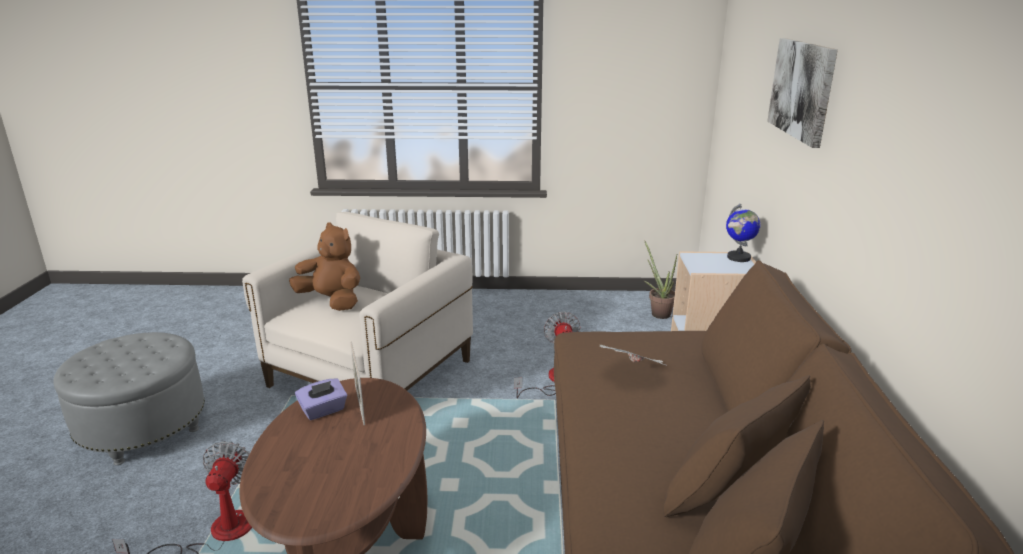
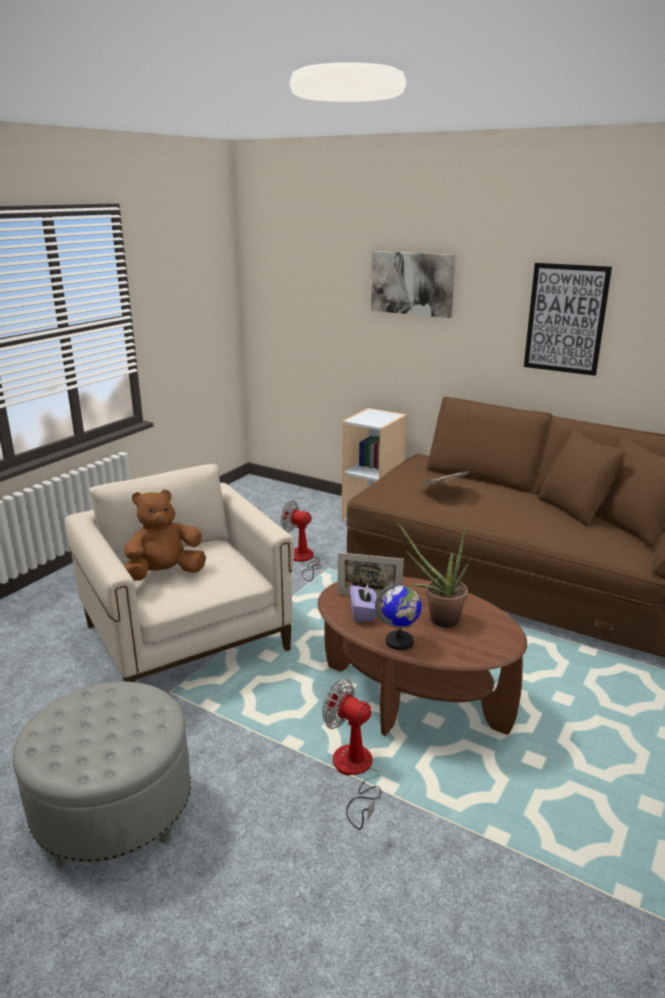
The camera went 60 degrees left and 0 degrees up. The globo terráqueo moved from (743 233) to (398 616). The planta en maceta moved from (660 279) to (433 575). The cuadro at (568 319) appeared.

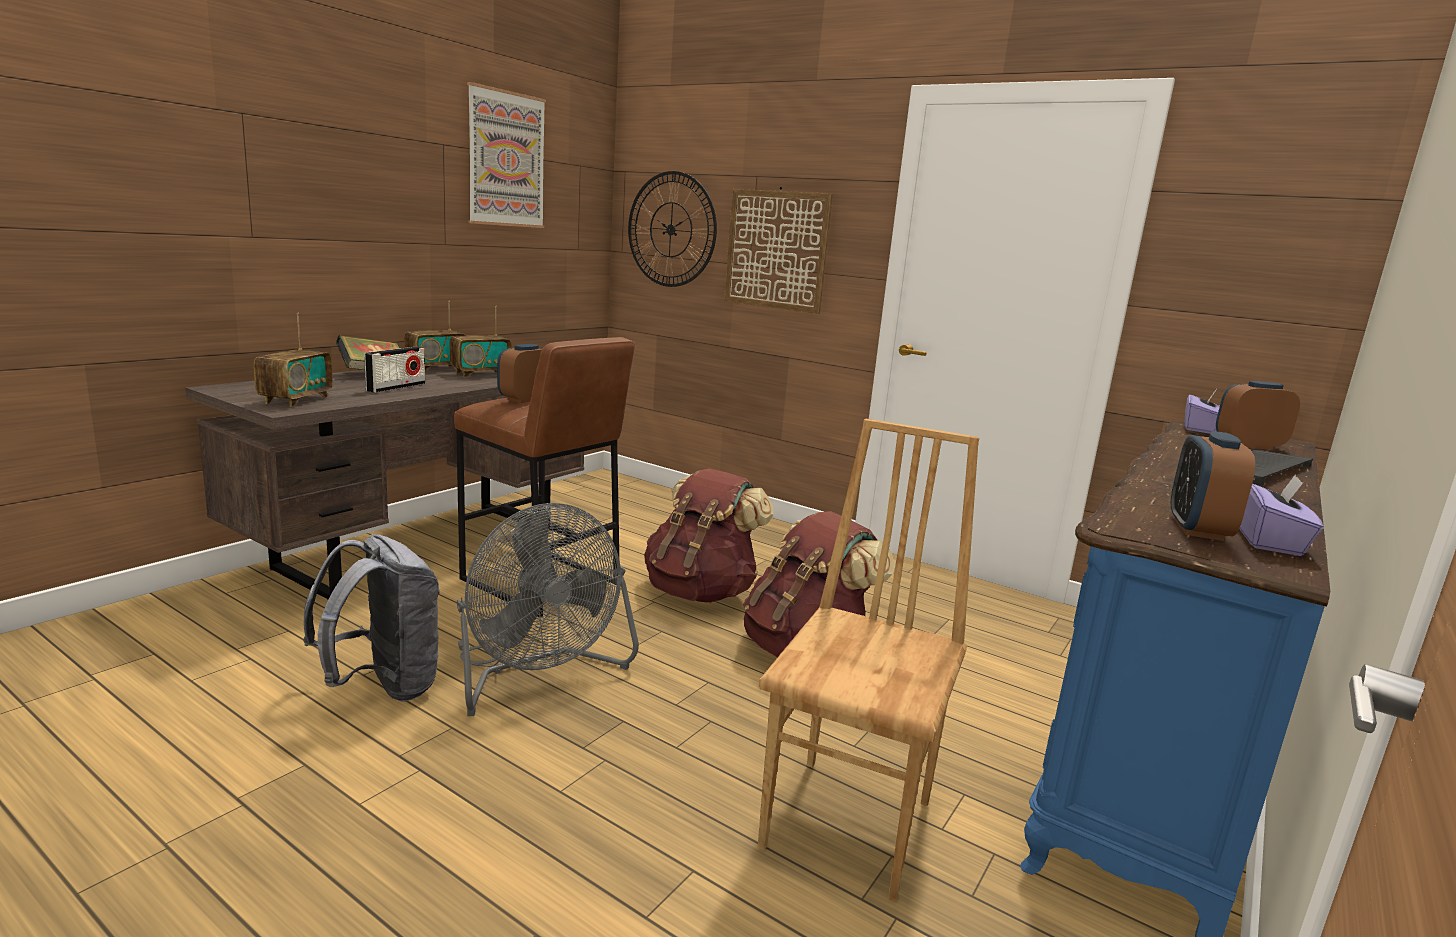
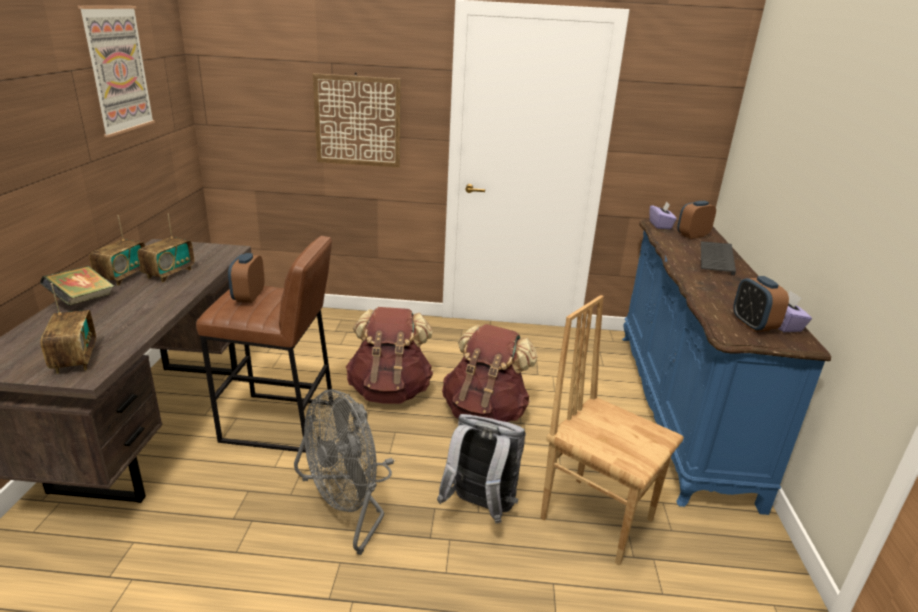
The camera went 30 degrees left and 10 degrees up. The ventilador (gris) at (548 609) turned 120 degrees clockwise. The mochila (gris) moved from (371 618) to (481 469). The silla (marrón) at (868 660) turned 45 degrees counterclockwise. The radio at (394 370) disappeared. The reloj de pared at (672 229) disappeared.

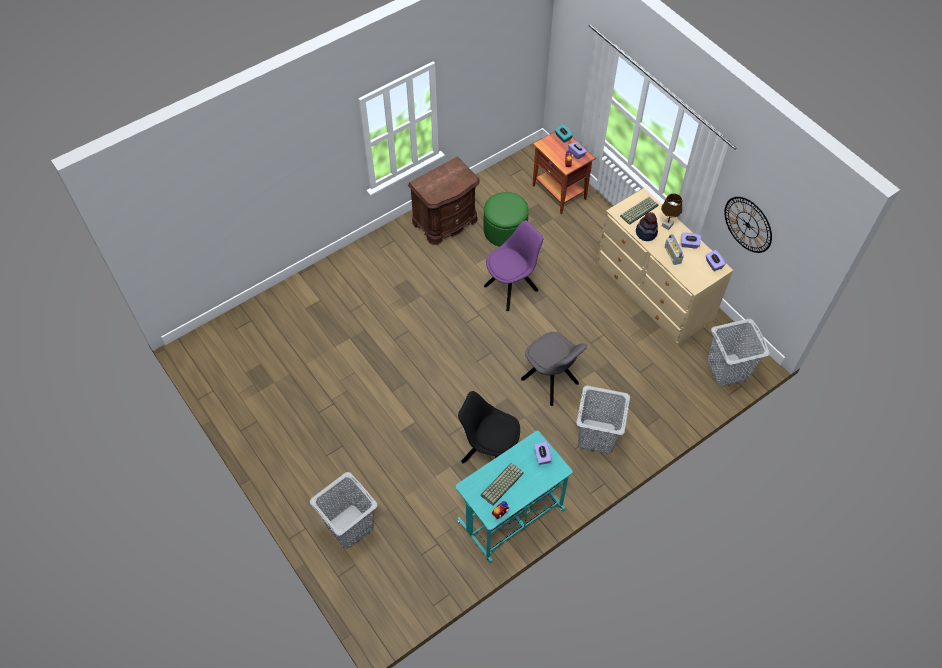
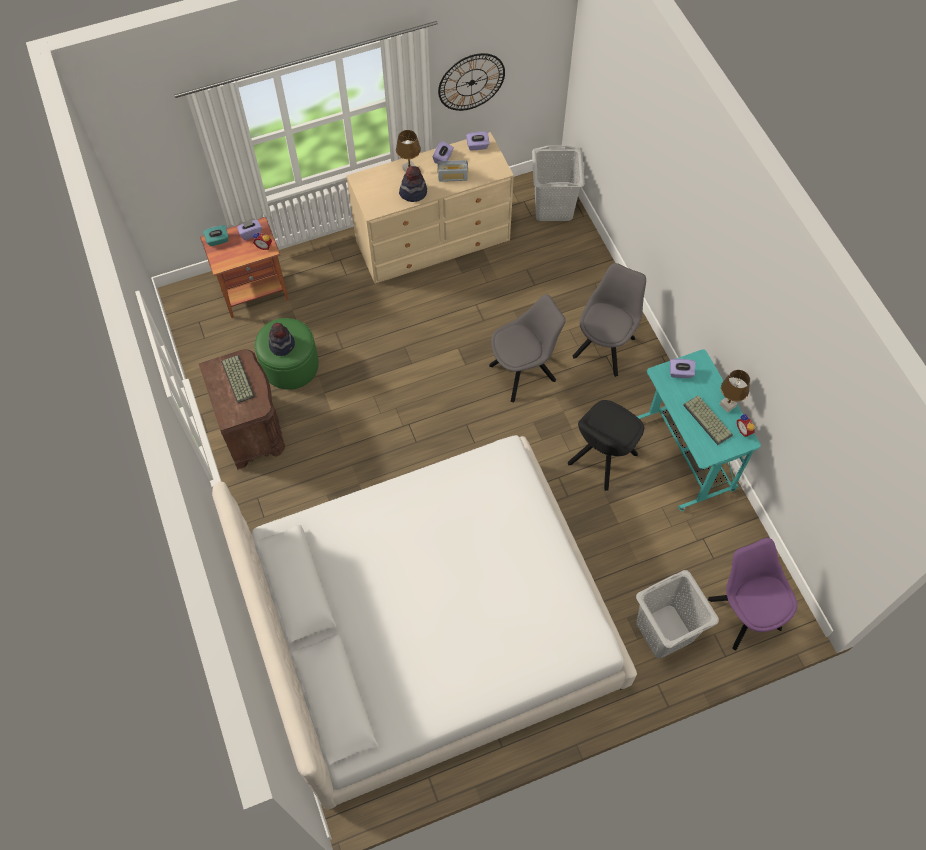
The camera went 75 degrees left and 5 degrees up. The cama (blanco) at (424 622) appeared. The teclado moved from (639 211) to (238 379). The sombrero at (282 339) appeared. The cesto de la ropa (gris) at (603 420) was replaced by the silla (gris) at (609 320). The silla (morado) moved from (513 265) to (752 594). The lámpara de mesa (marrón) at (734 391) appeared.

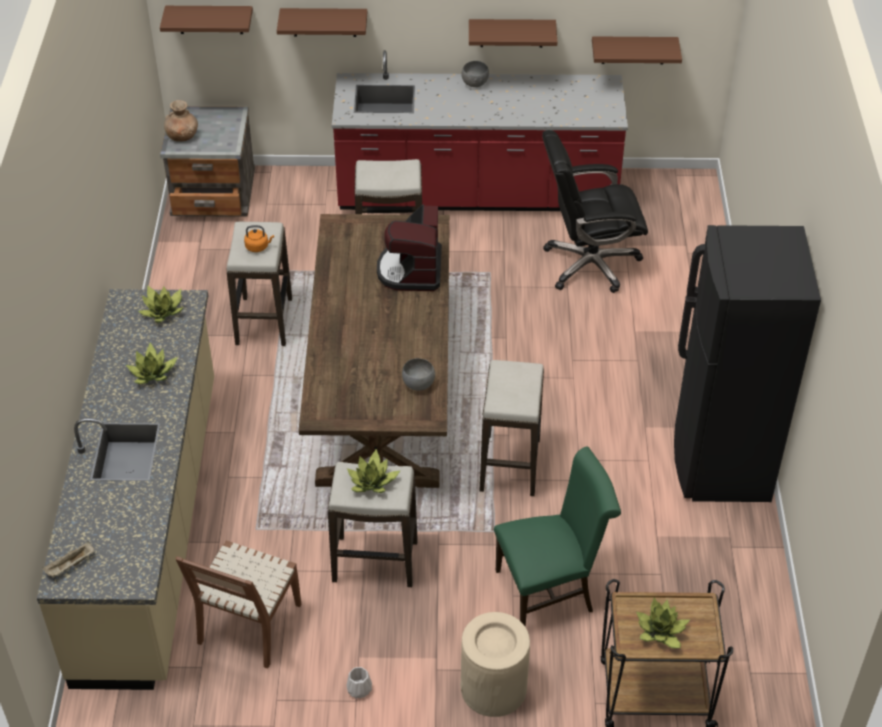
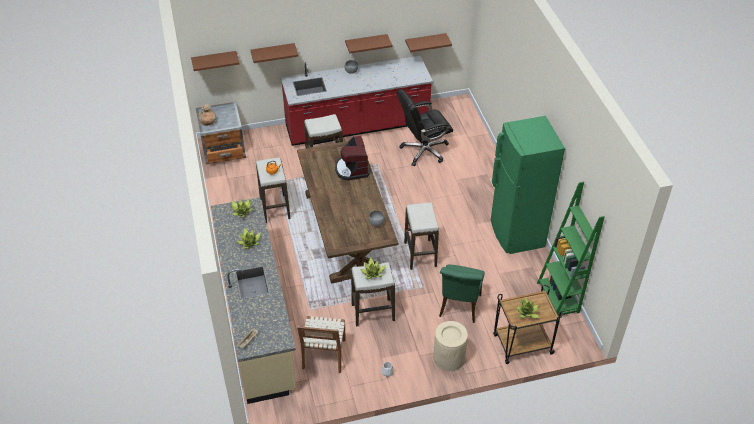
The camera went 15 degrees left and 0 degrees up. The silla (verde) at (557 537) turned 135 degrees clockwise. The nevera (negro) at (747 363) became the nevera (verde) at (528 185). The estantería (verde) at (571 249) appeared.

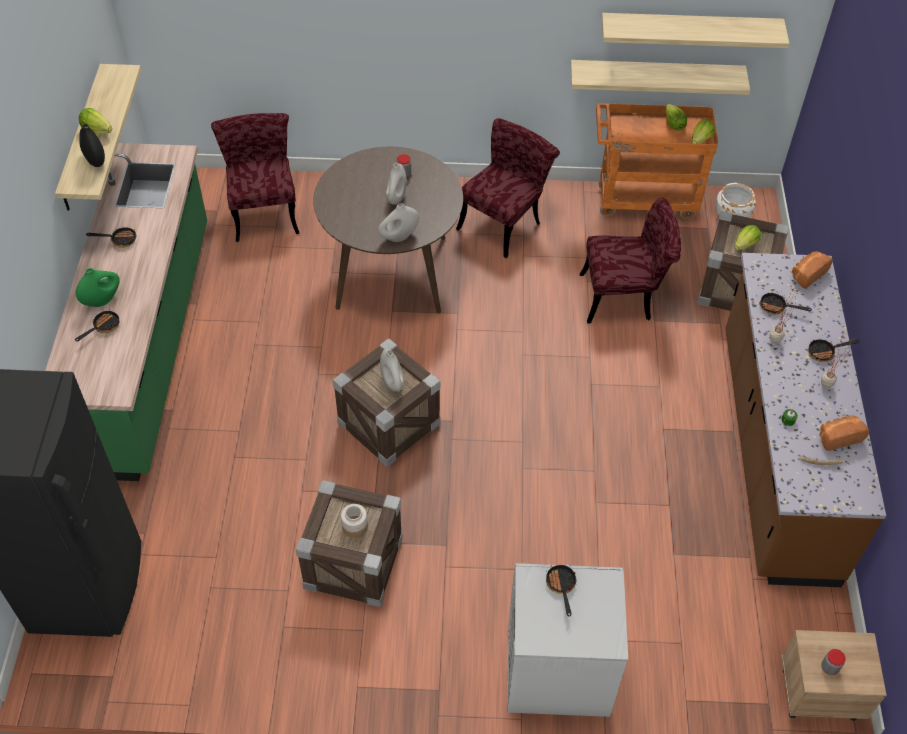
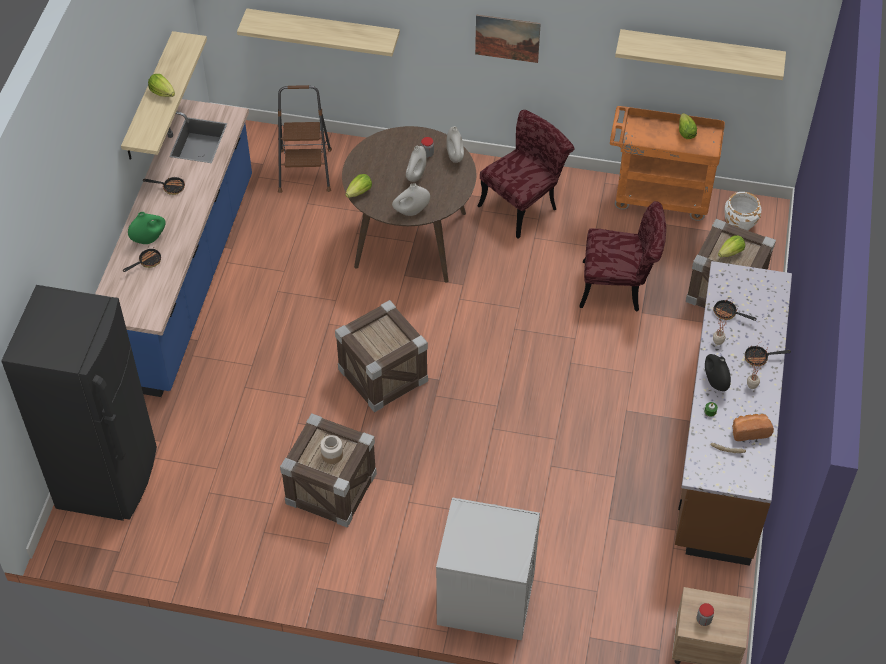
The camera went 10 degrees right and 0 degrees up. The mueble bajo de cocina (verde) at (126 312) became the mueble bajo de cocina (azul) at (173 248). The estante moved from (660 77) to (318 32). The silla (rojo) at (255 177) was replaced by the escalera de tijera (marrón) at (305 139). The lechuga moved from (703 132) to (358 186). The florero (blanco) moved from (392 370) to (455 144). The cuadro at (508 38) appeared. The florero (negro) moved from (92 145) to (718 372). The sartén at (561 590) disappeared. The pan at (812 269) disappeared.

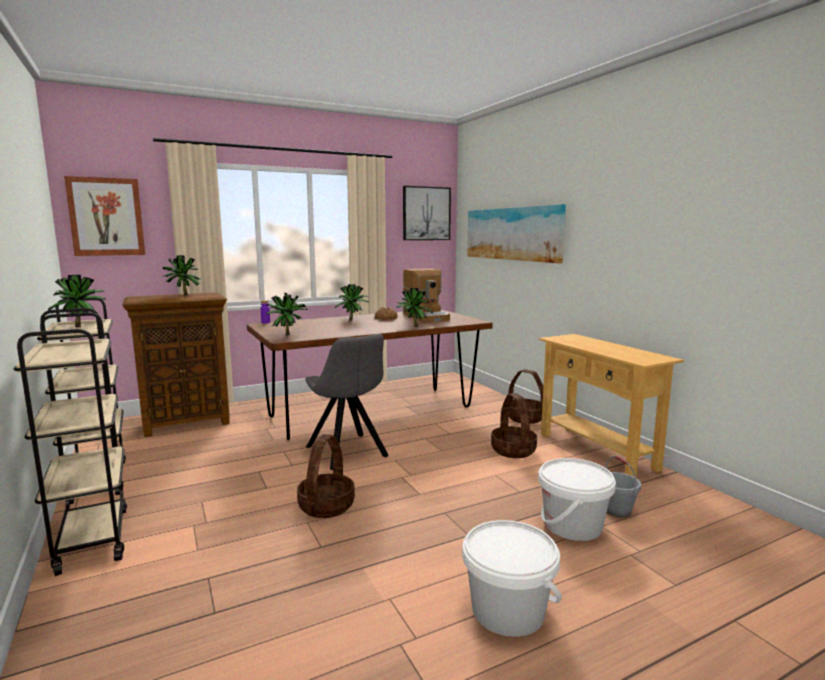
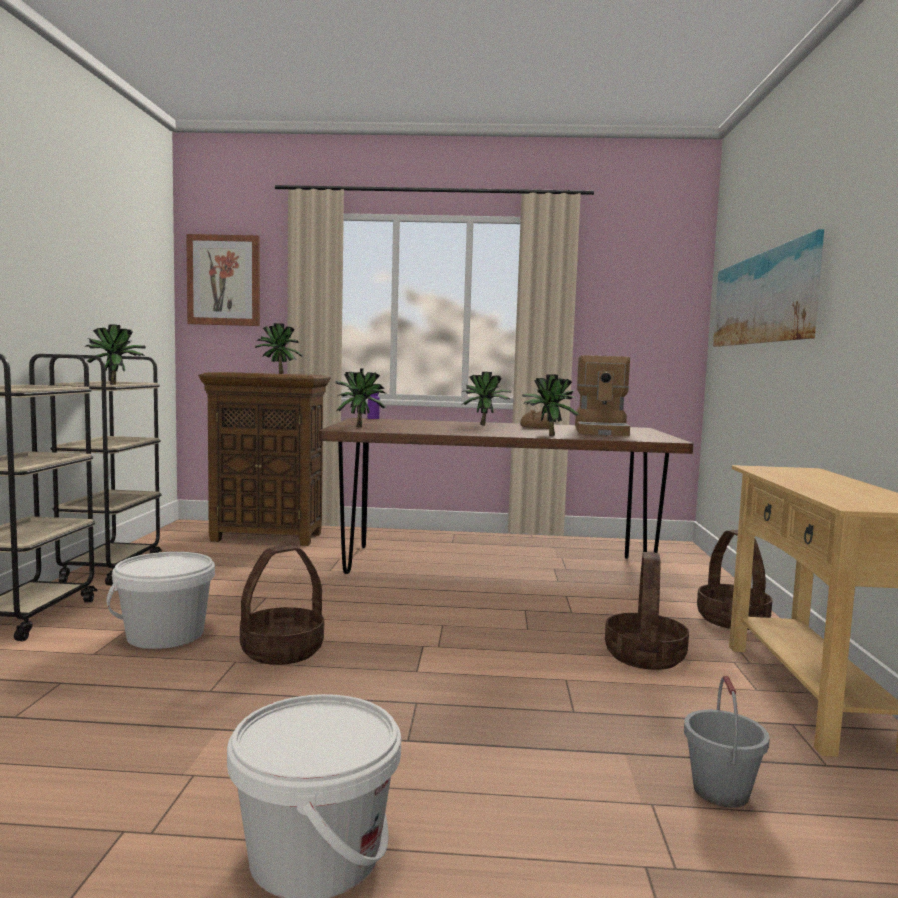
The camera went 30 degrees right and 5 degrees down. The cubo (blanco) moved from (577 499) to (160 600). The silla (gris) at (346 402) disappeared. The cuadro at (427 213) disappeared.

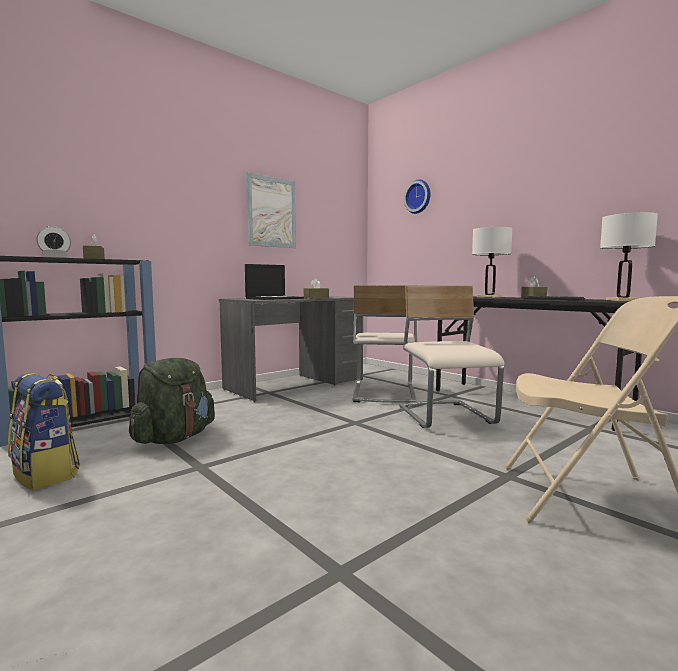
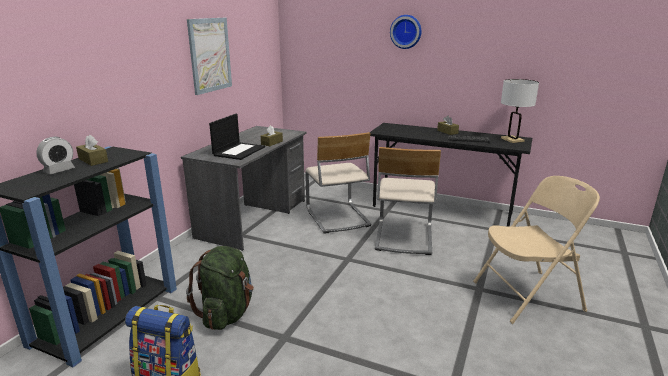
The camera went 25 degrees left and 15 degrees up. The silla (beis) at (452 356) turned 135 degrees counterclockwise. The reloj de pared moved from (417 196) to (405 32). The lámpara de mesa (blanco) at (492 262) disappeared.

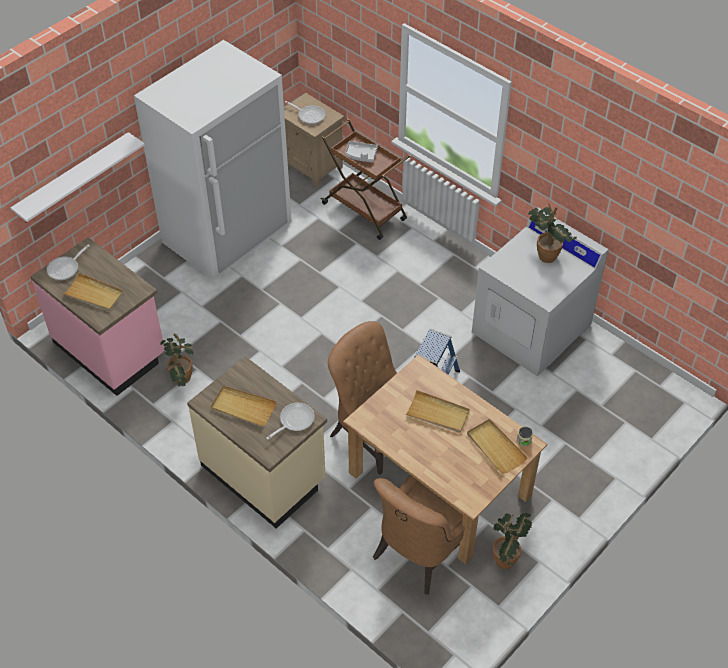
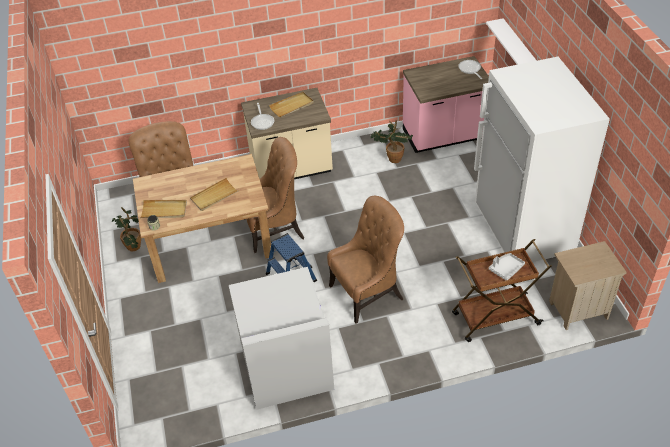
The camera went 125 degrees right and 5 degrees down. The silla (marrón) at (365 259) appeared. The bandeja (beis) at (93 292) disappeared. The sartén at (305 112) disappeared. The planta en maceta at (552 233) disappeared.

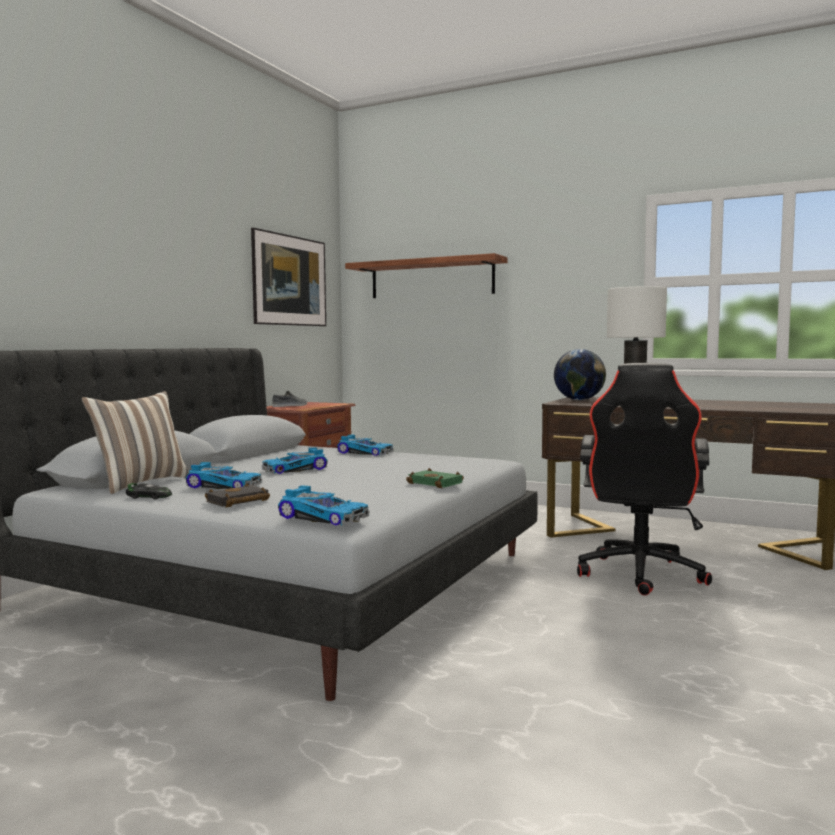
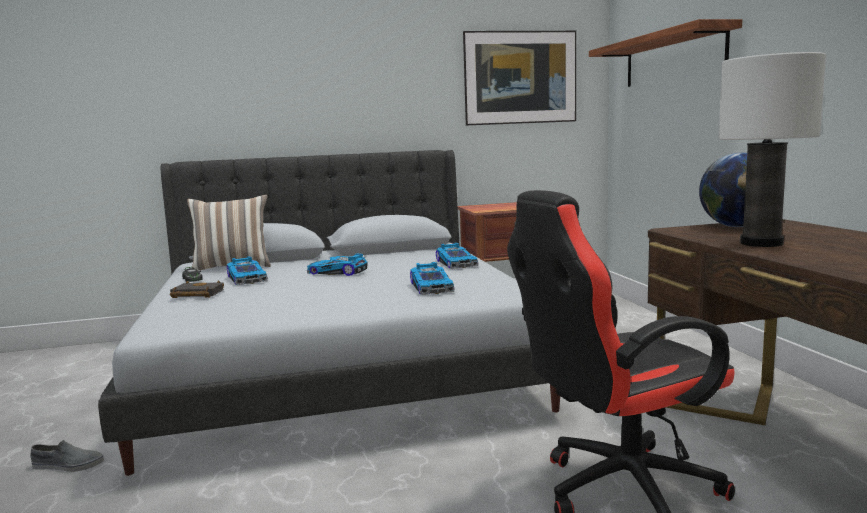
The camera went 50 degrees right and 5 degrees up. The zapato (gris) moved from (289 399) to (67 456). The coche de juguete moved from (323 505) to (432 278). The libro (verde) at (435 478) disappeared.

